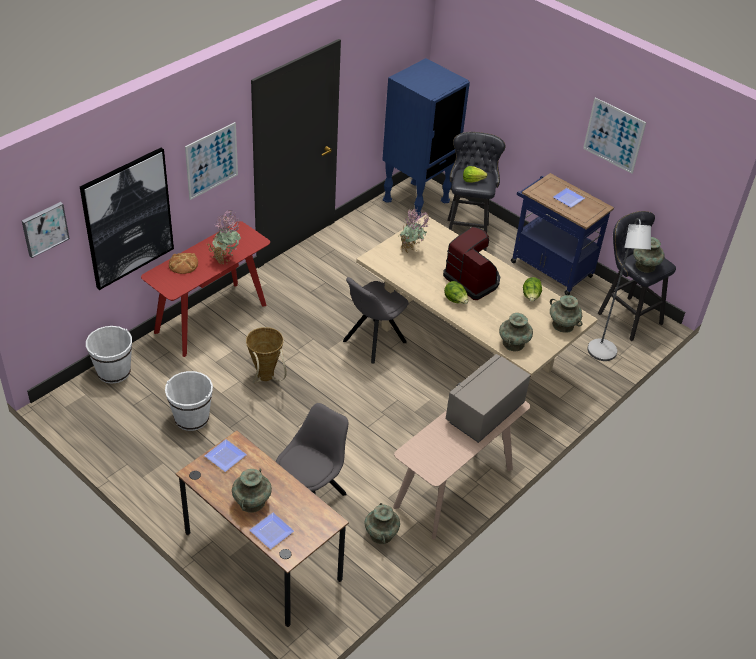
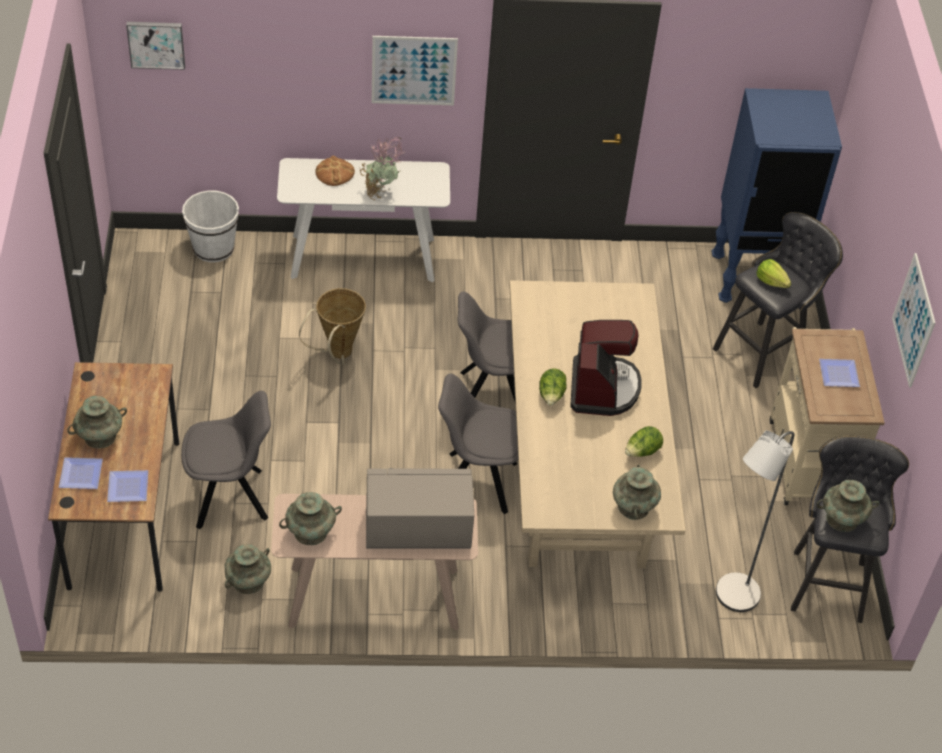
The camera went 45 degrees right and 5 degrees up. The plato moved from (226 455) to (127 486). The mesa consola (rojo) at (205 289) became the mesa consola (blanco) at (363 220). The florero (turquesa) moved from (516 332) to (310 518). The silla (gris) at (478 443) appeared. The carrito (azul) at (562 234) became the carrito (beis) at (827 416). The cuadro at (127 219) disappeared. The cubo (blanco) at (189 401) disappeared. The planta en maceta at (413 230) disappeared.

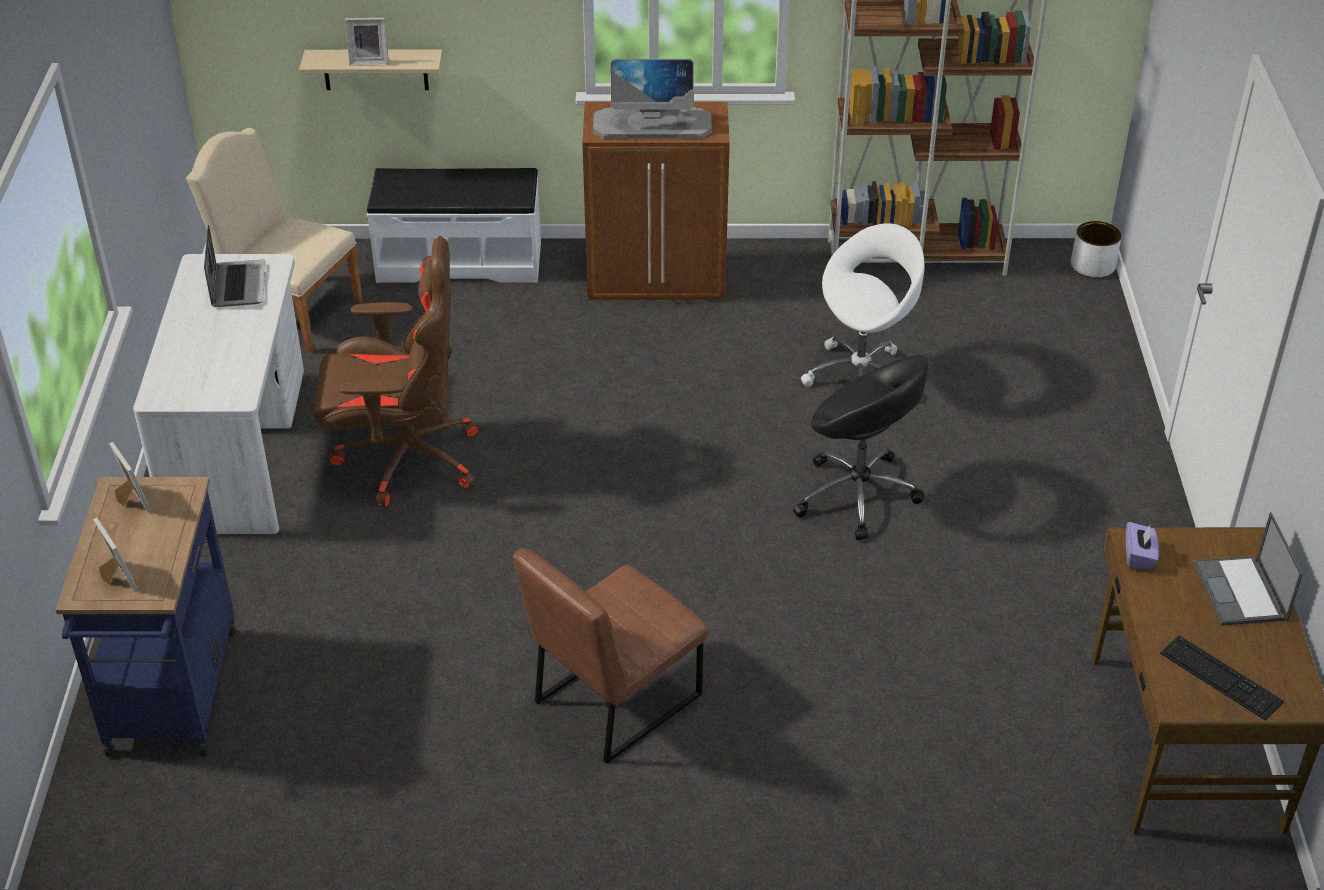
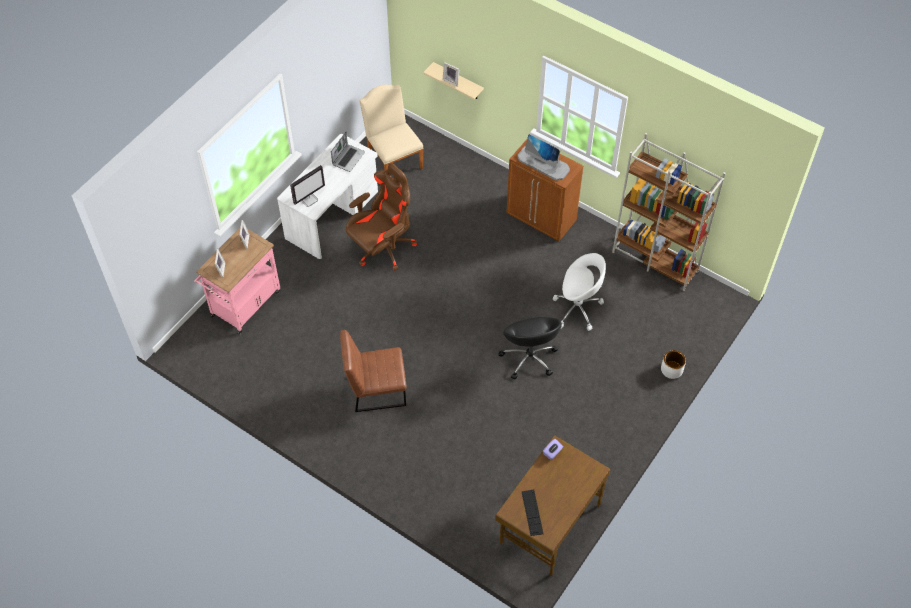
The camera went 35 degrees right and 15 degrees up. The carrito (azul) at (146 617) became the carrito (rosa) at (237 281). The monitor at (307 186) appeared. The silla de oficina (marrón) at (396 371) turned 75 degrees counterclockwise. The maceta (blanco) moved from (1096 249) to (673 364). The banco (blanco) at (454 225) disappeared. The portátil at (1248 569) disappeared.

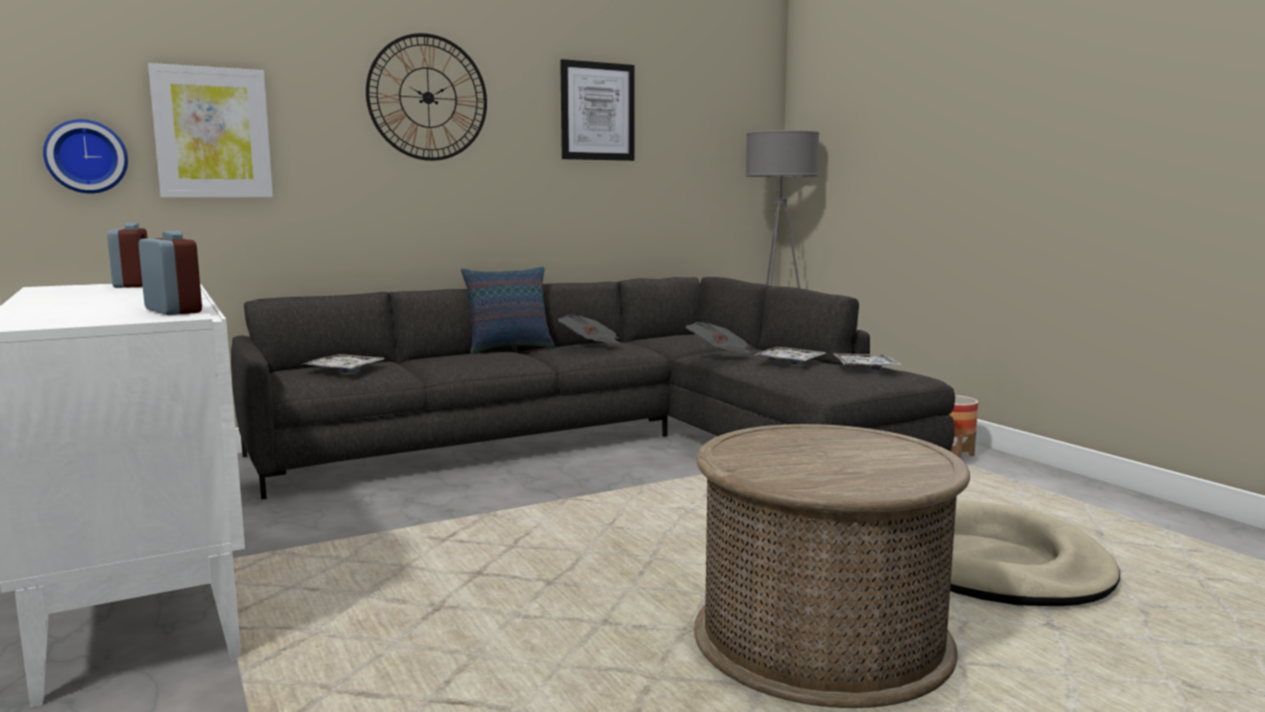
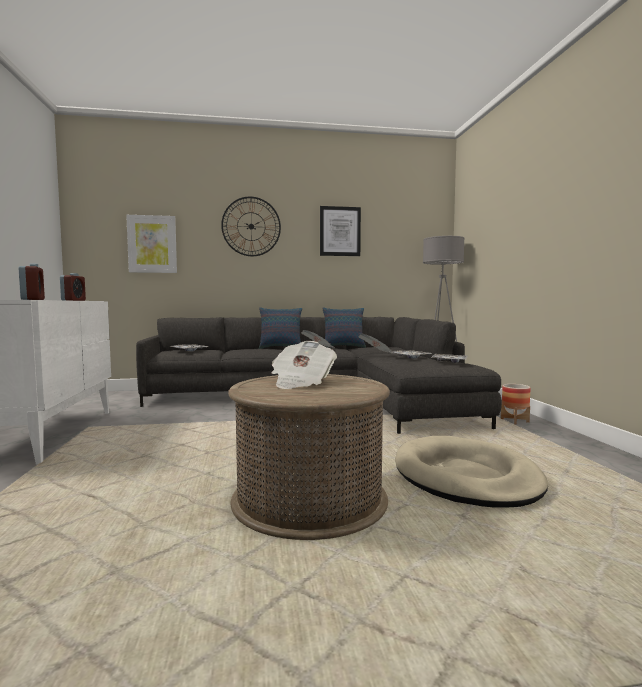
The camera went 20 degrees right and 5 degrees down. The periódico at (304 365) appeared. The cojín (azul) at (344 327) appeared. The reloj de pared at (85 156) disappeared.

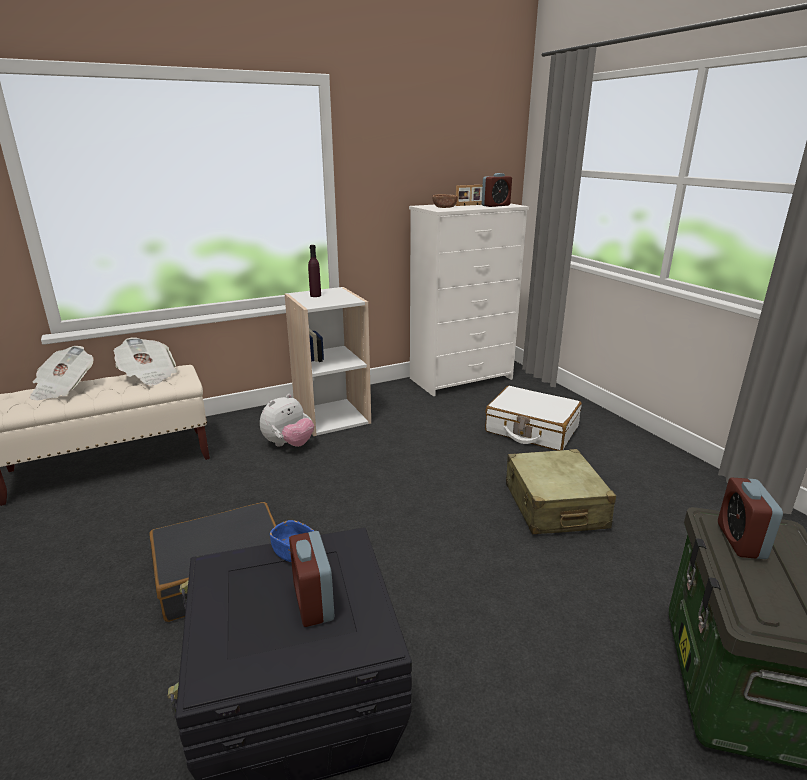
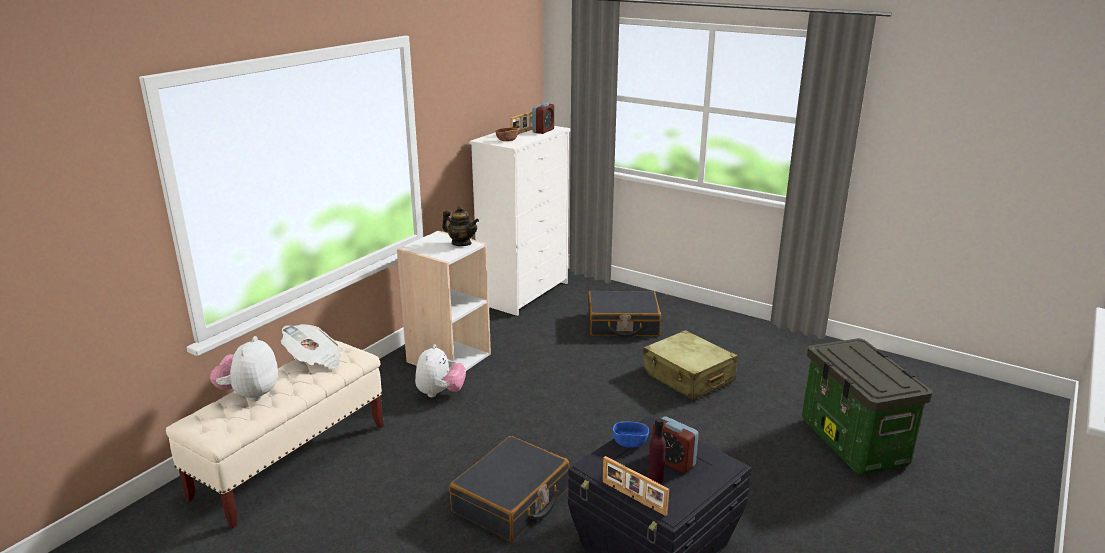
The camera went 30 degrees left and 0 degrees up. The periódico at (61 373) was replaced by the peluche at (244 368). The tetera at (460 226) appeared. The maleta (blanco) at (533 418) became the maleta (negro) at (624 314). The portarretratos at (636 486) appeared. The botella (morado) moved from (314 271) to (657 451). The despertador at (750 518) disappeared.

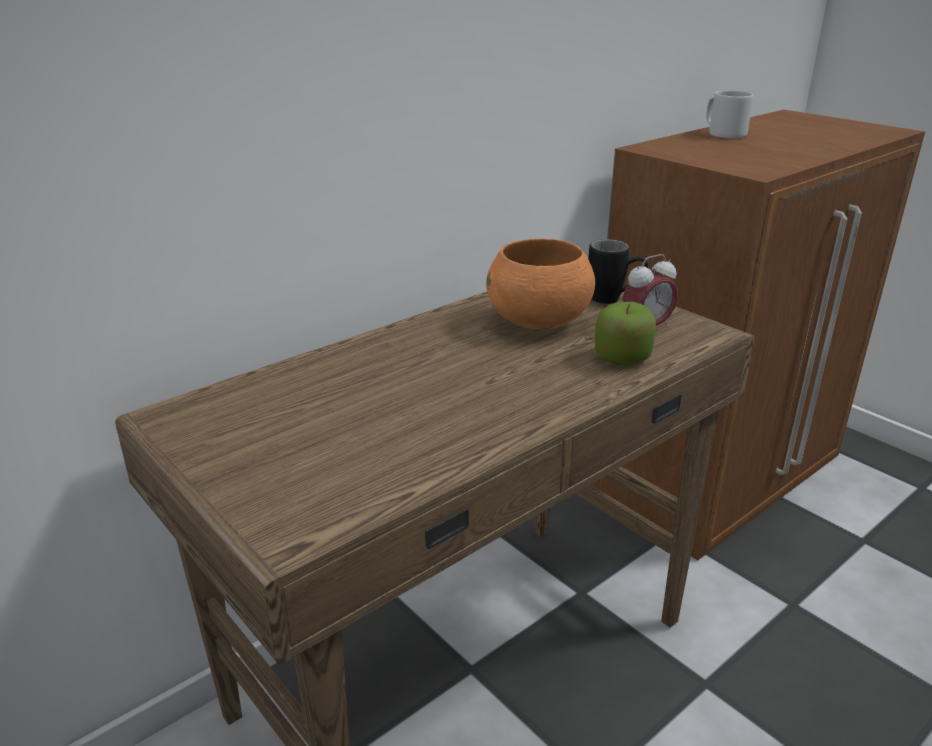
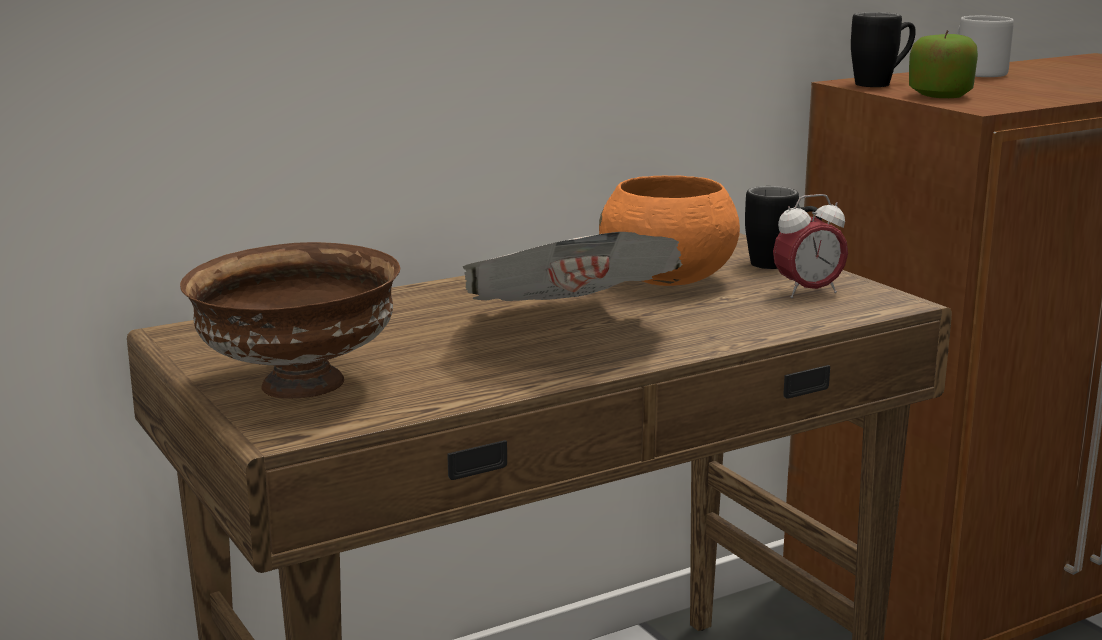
The camera went 10 degrees right and 10 degrees down. The cuenco (marrón) at (290 320) appeared. The periódico at (572 266) appeared. The taza grande (negro) at (883 49) appeared. The manzana moved from (625 334) to (943 64).

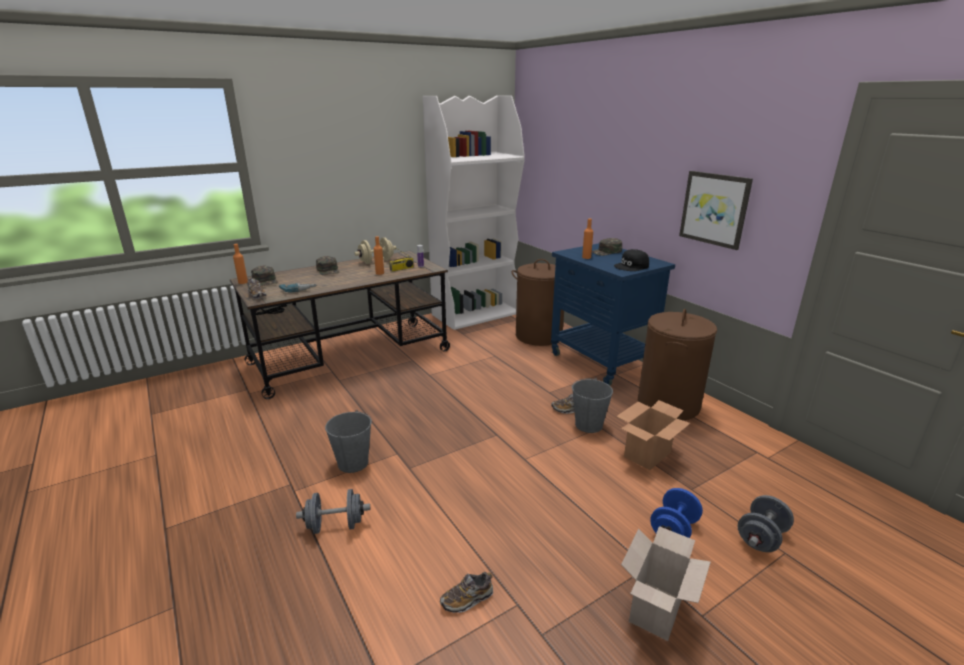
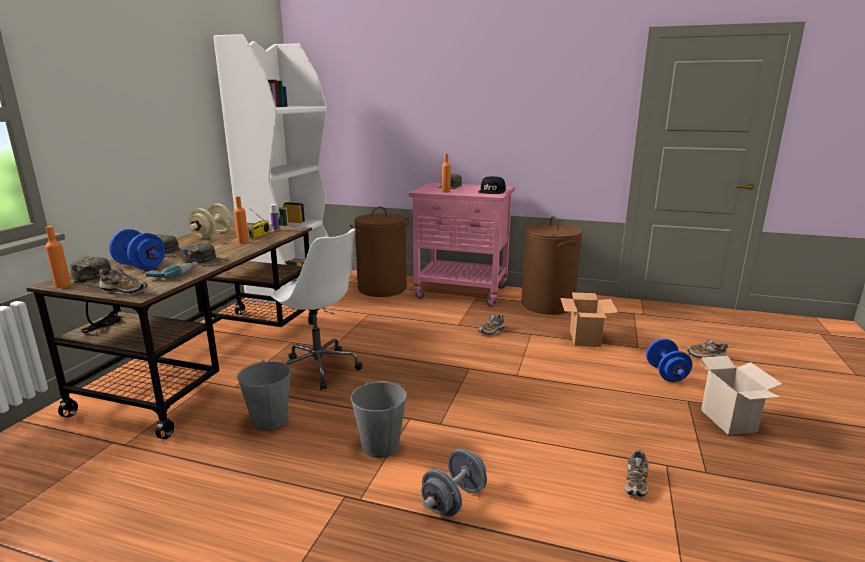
The camera went 40 degrees left and 5 degrees down. The mancuerna (azul) at (137 249) appeared. The gorra (verde) at (204 254) appeared. The cubo (gris) moved from (592 405) to (264 395). The silla de oficina (blanco) at (316 309) appeared. The carrito (azul) at (613 314) became the carrito (rosa) at (462 244). The mancuerna (gris) at (766 523) was replaced by the zapato at (707 349). The cuadro at (716 210) disappeared.

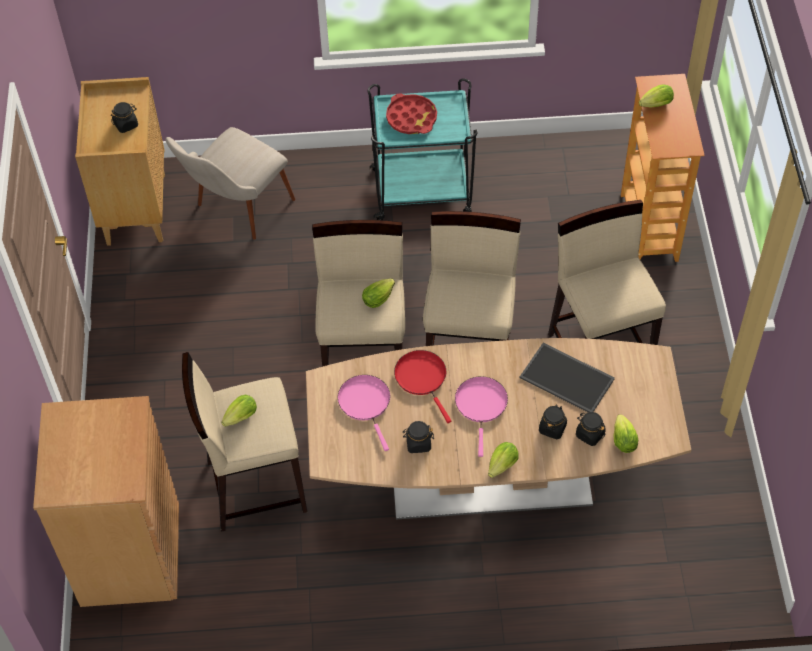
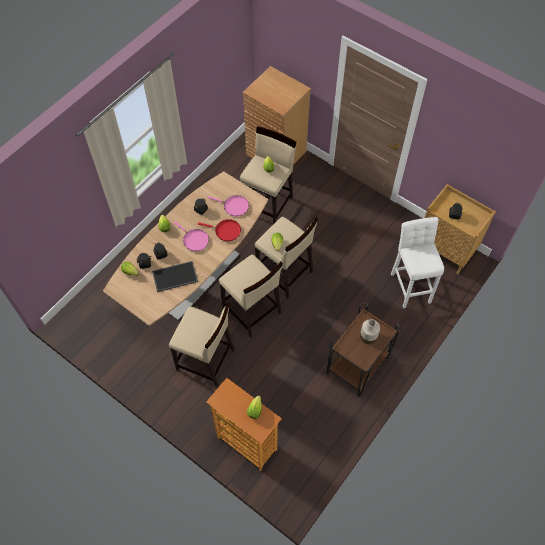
The camera went 130 degrees right and 5 degrees up. The carrito (turquesa) at (423 149) became the carrito (marrón) at (363 350). The bandeja (rojo) at (411 113) was replaced by the florero (beis) at (370 331). The silla (beis) at (230 183) was replaced by the taburete (blanco) at (417 262).

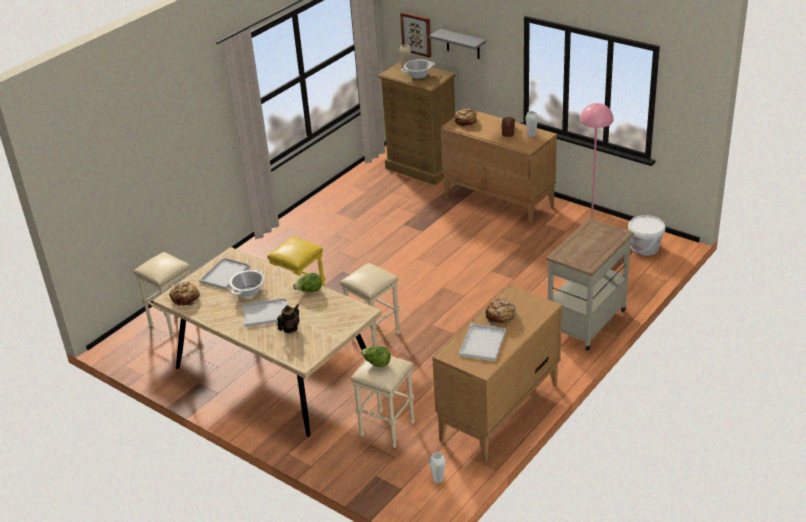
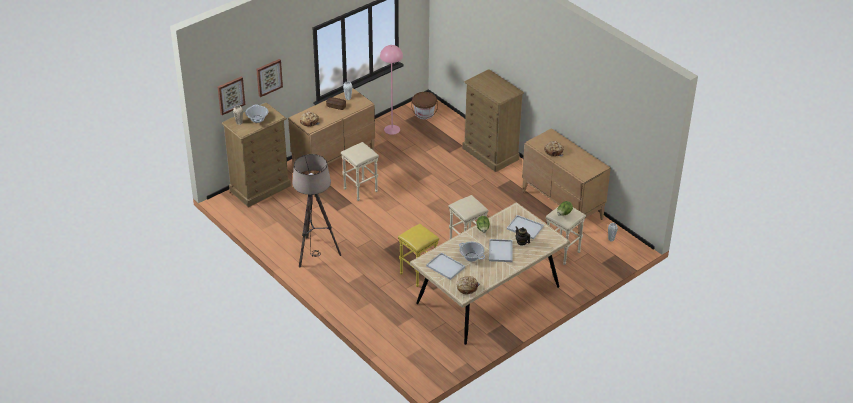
The camera went 80 degrees left and 5 degrees up. The estante (gris) at (457 44) was replaced by the cuadro at (269 78). The lámpara de pie at (316 210) appeared. The taburete (beis) moved from (161 294) to (360 171). The cubo (blanco) at (646 235) became the cubo (marrón) at (424 105). The carrito (beis) at (590 284) was replaced by the cómoda (marrón) at (493 120). The bandeja (blanco) moved from (482 342) to (525 227).

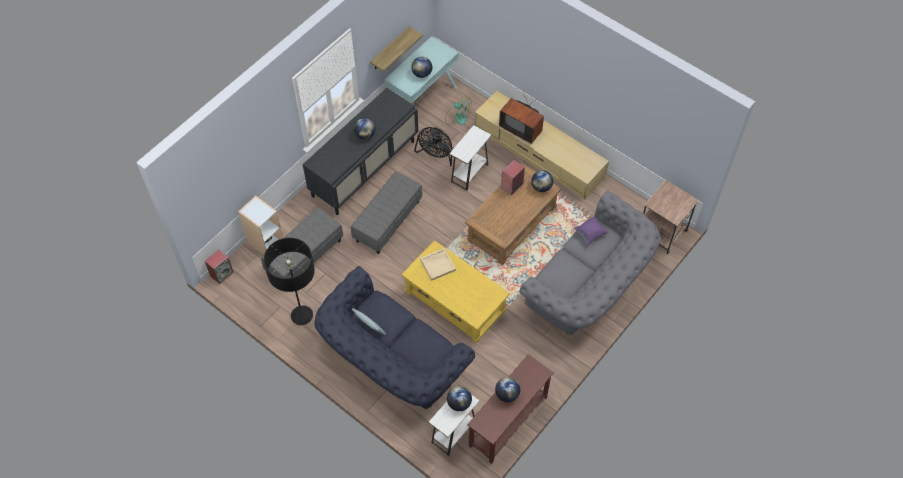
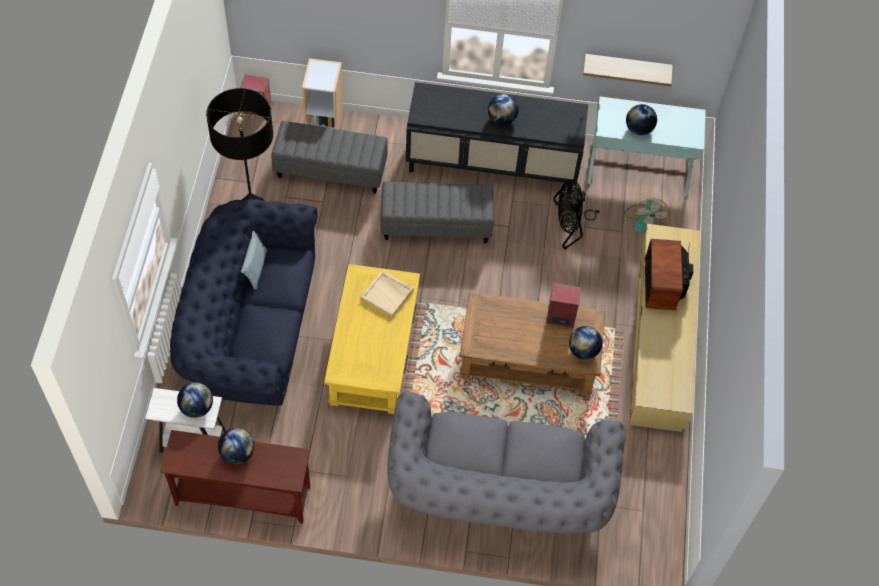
The camera went 55 degrees right and 0 degrees up. The mesa auxiliar (blanco) at (470 158) disappeared. The cojín (morado) at (591 231) disappeared. The carrito (marrón) at (671 217) disappeared.

